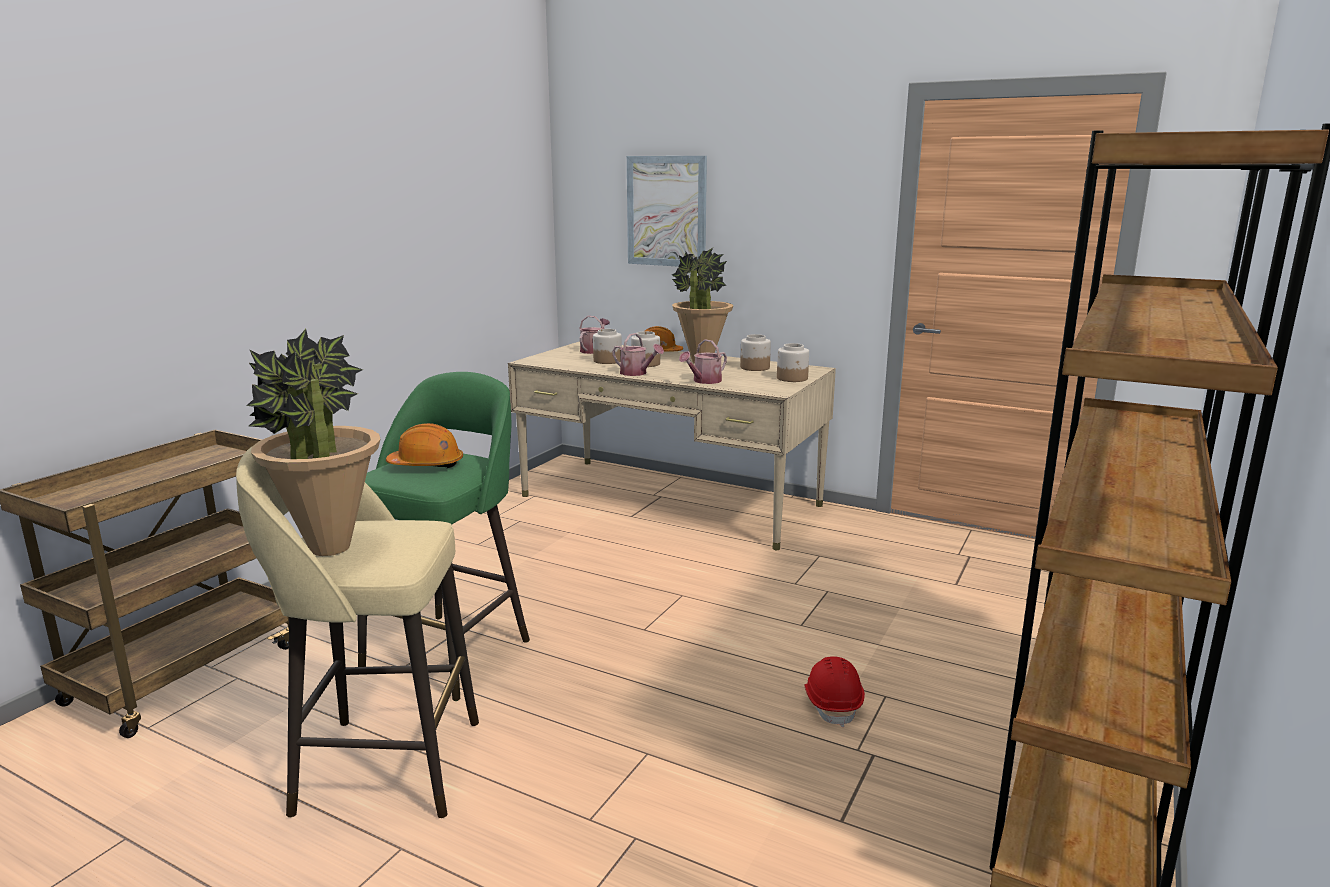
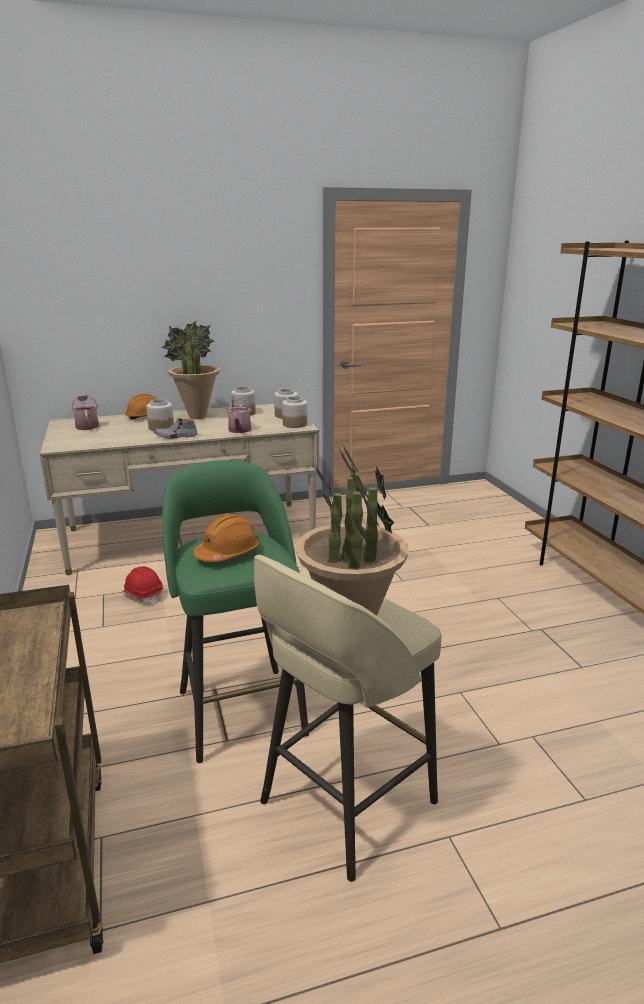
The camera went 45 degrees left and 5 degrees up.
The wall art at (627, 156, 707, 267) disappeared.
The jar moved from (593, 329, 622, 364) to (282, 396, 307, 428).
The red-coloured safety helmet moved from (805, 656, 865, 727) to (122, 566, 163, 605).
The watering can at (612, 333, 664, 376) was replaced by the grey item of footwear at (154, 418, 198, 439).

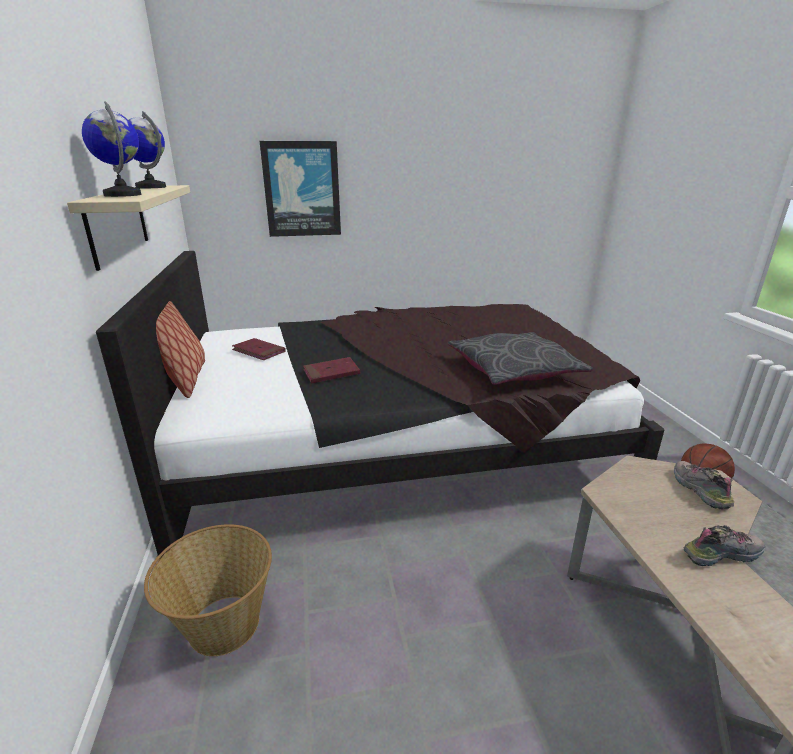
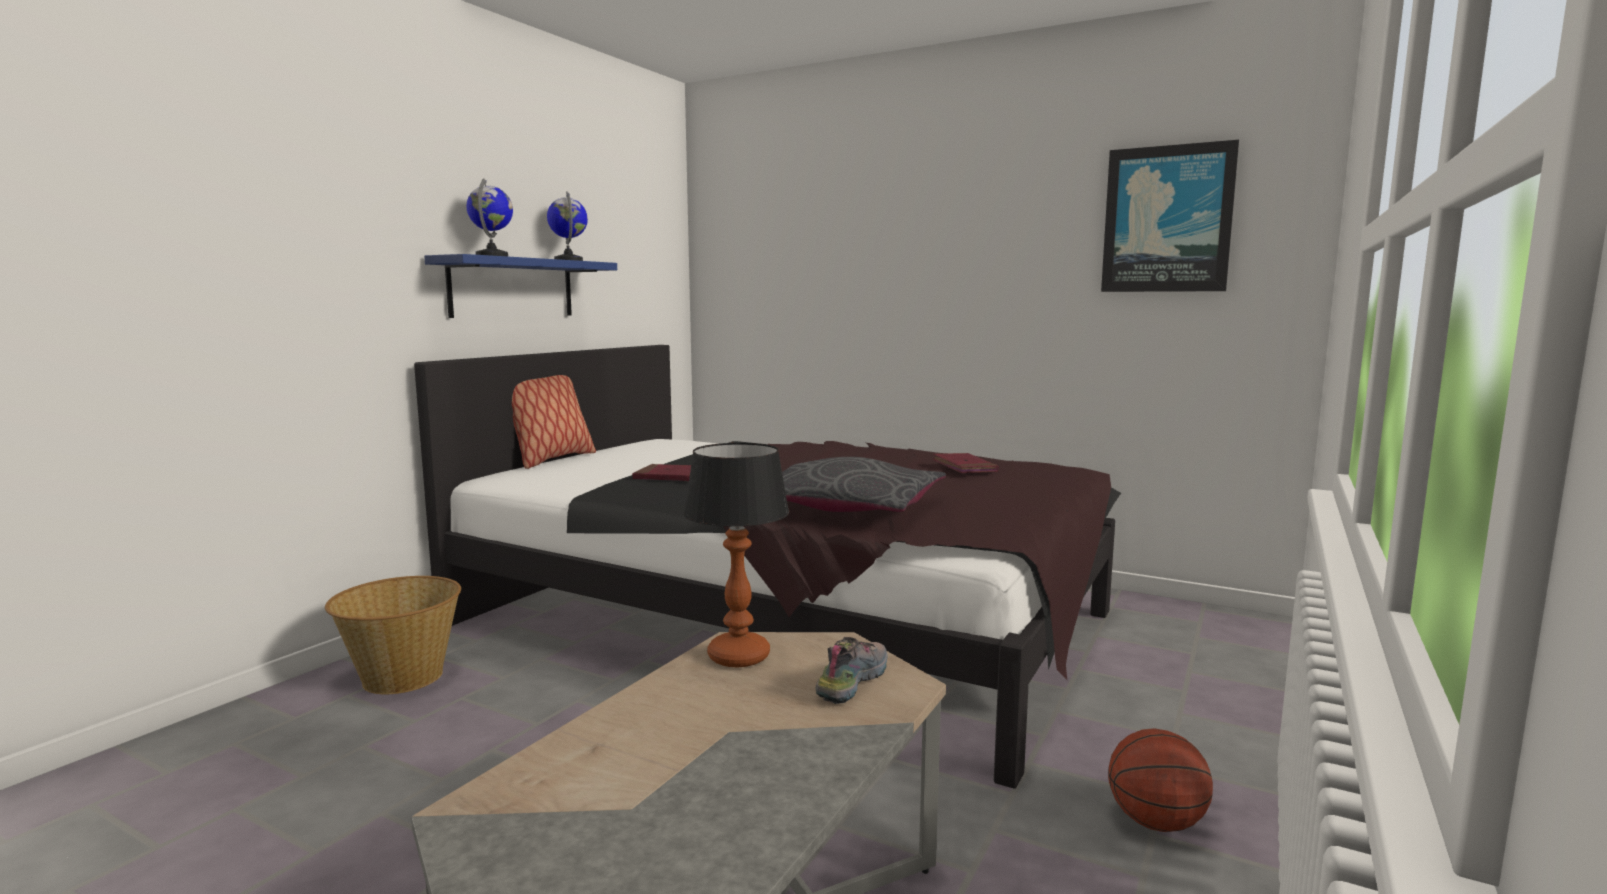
The camera went 40 degrees right and 15 degrees down.
The item of footwear at (684, 525, 765, 566) disappeared.
The table lamp at (684, 443, 789, 668) appeared.
The red-coloured volume moved from (232, 338, 286, 360) to (933, 453, 999, 473).
The wall art moved from (260, 141, 341, 237) to (1101, 140, 1239, 292).
The beige-coloured bracket shelf at (67, 185, 190, 271) became the bluish bracket shelf at (424, 254, 617, 318).

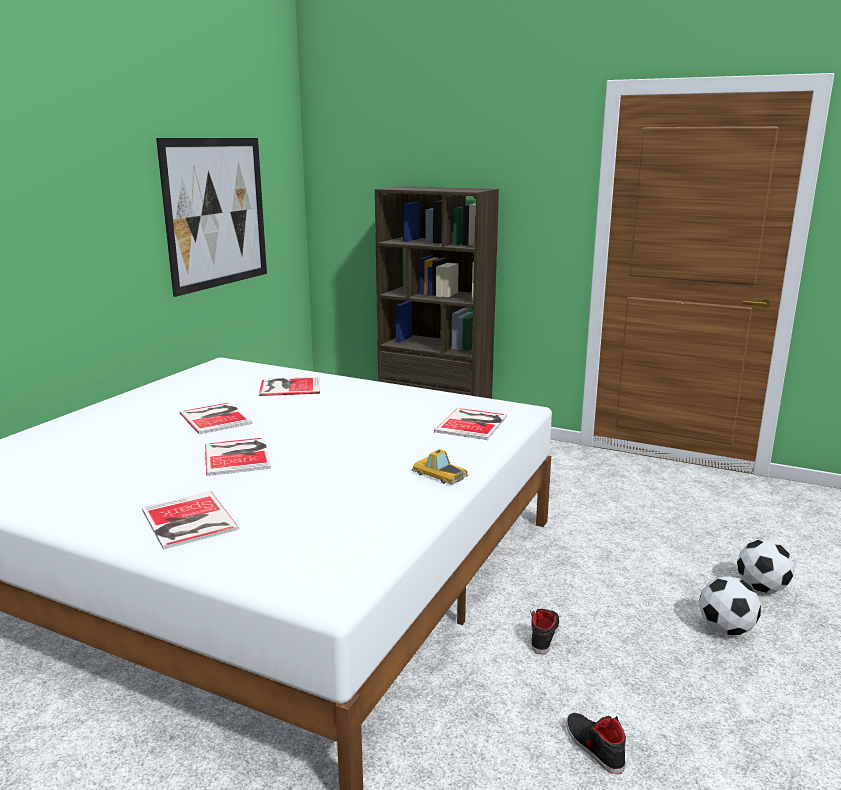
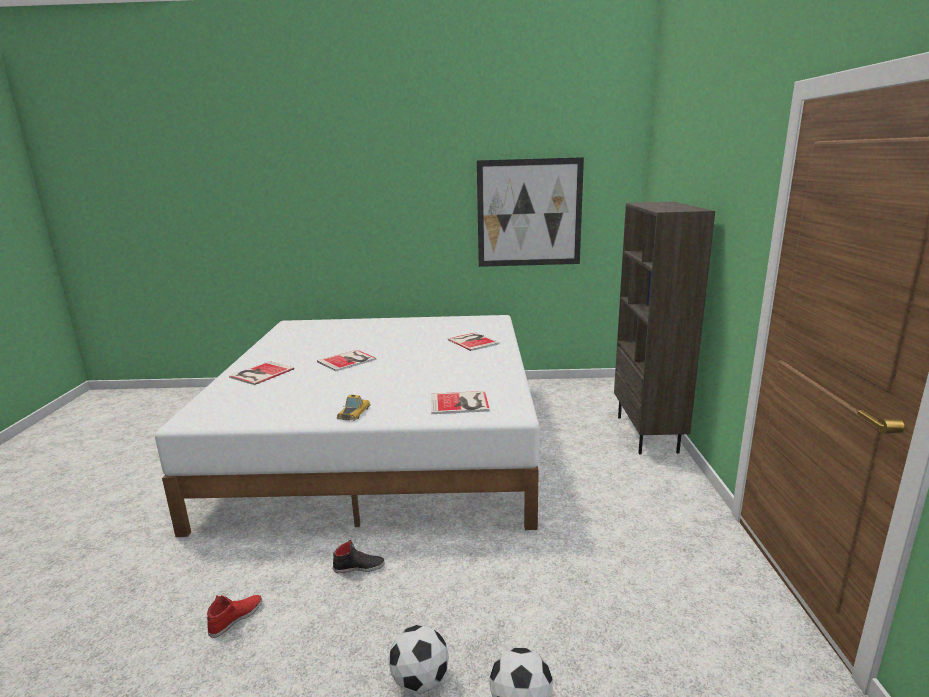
The camera went 65 degrees right and 0 degrees up.
The volume at (179, 402, 253, 434) disappeared.
The black-coloured item of footwear at (566, 713, 626, 774) became the red-coloured item of footwear at (207, 595, 262, 638).

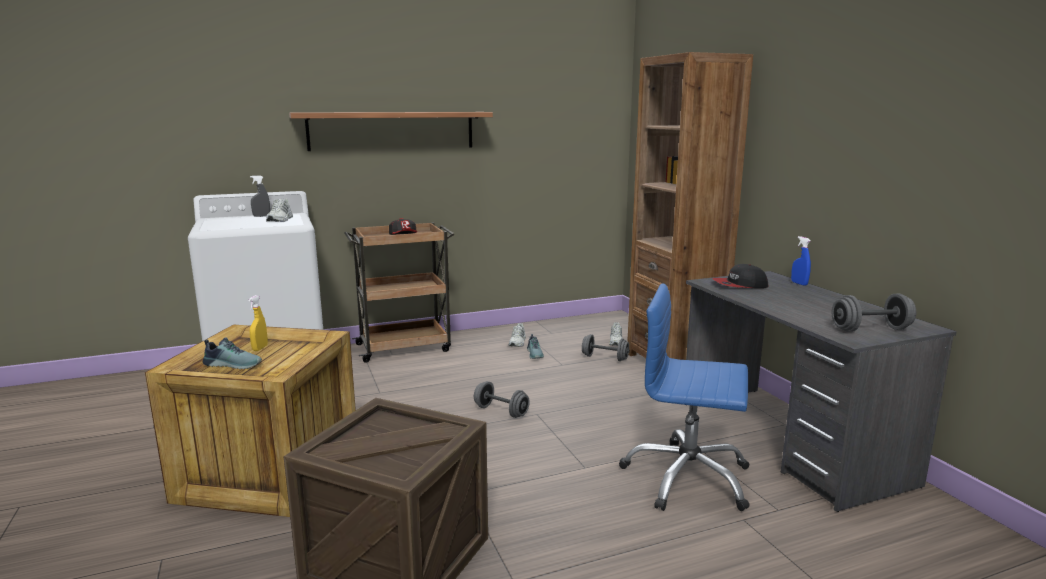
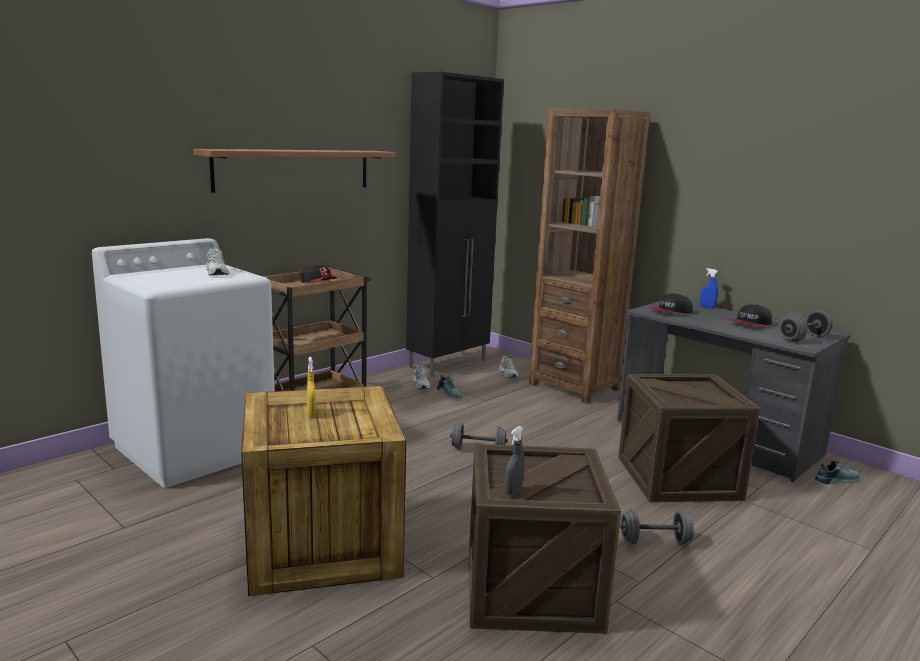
The camera went 25 degrees left and 0 degrees up.
The black-coloured storage cabinet at (406, 72, 504, 376) appeared.
The cap at (730, 304, 772, 326) appeared.
The item of footwear moved from (203, 337, 262, 369) to (815, 460, 860, 484).
The grey hand sprayer moved from (250, 175, 270, 217) to (505, 426, 524, 494).
The grey dumbbell moved from (582, 334, 630, 361) to (620, 509, 694, 545).
The bluish office chair at (619, 283, 750, 511) was replaced by the packing crate at (618, 374, 761, 502).

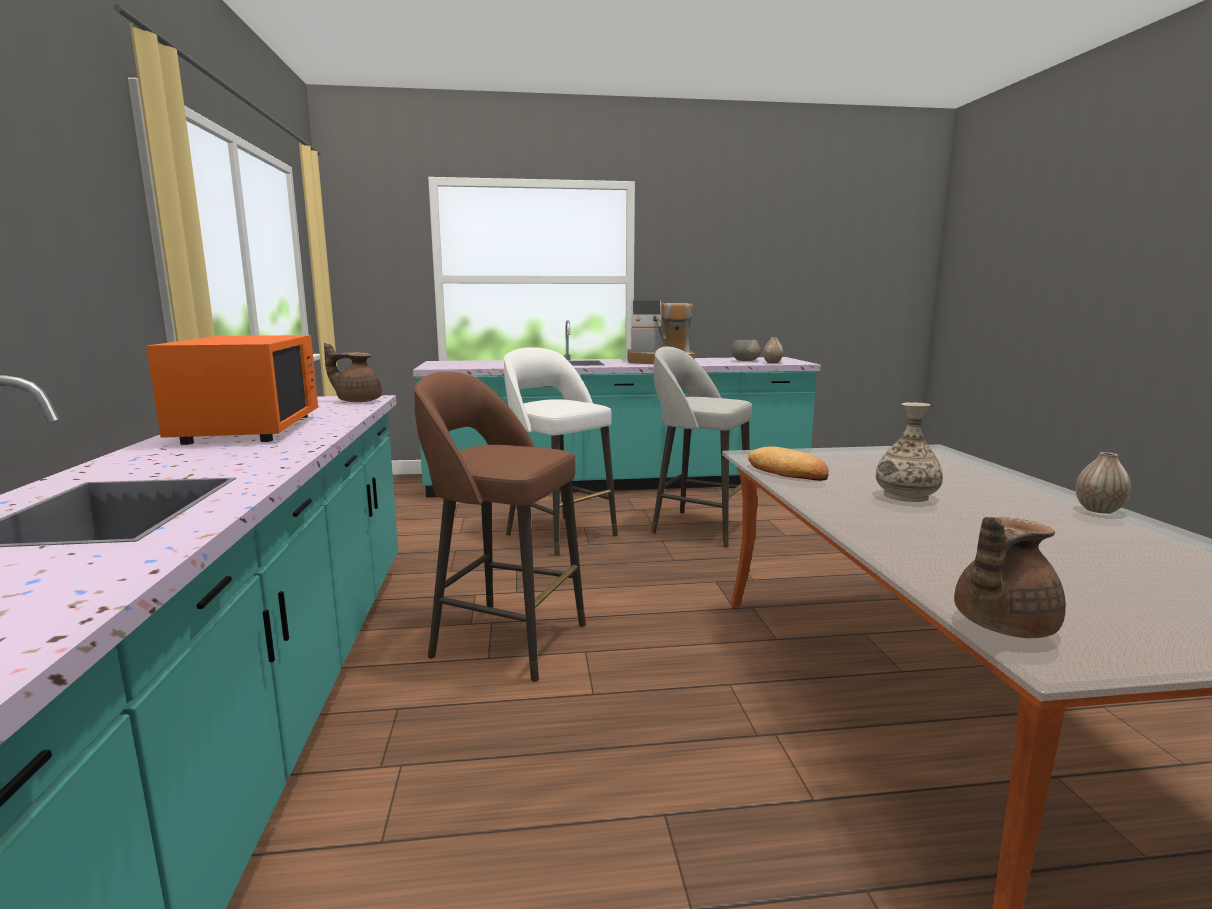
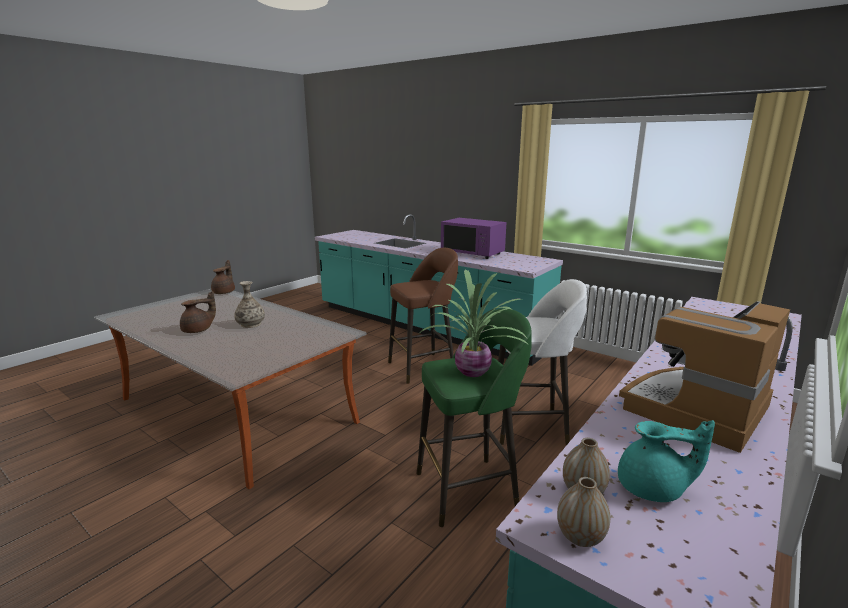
The camera went 135 degrees right and 5 degrees up.
The bread at (748, 447, 829, 481) disappeared.
The houseplant at (420, 269, 529, 377) appeared.
The brown-coloured tea pot moved from (324, 343, 382, 402) to (180, 291, 216, 333).
The vase moved from (1076, 452, 1131, 514) to (557, 477, 610, 547).
The grey bowl at (732, 339, 761, 361) was replaced by the blue-green tea pot at (618, 420, 715, 502).
The orangey kitchen microwave at (146, 335, 318, 445) became the purple-coloured kitchen microwave at (441, 218, 506, 259).
The grey sitting stool at (651, 347, 752, 547) became the green sitting stool at (417, 308, 532, 527).

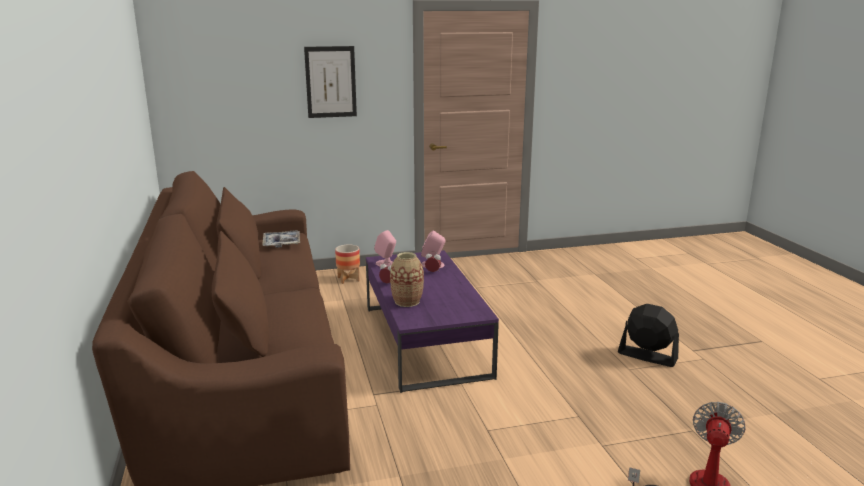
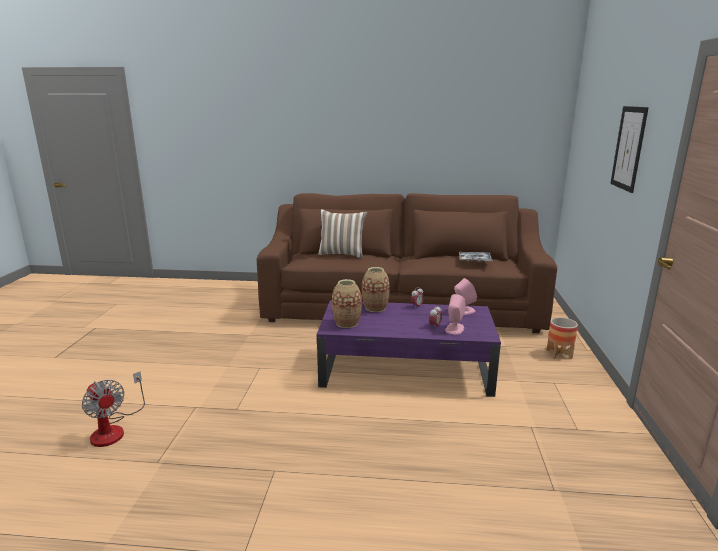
The camera went 110 degrees right and 0 degrees up.
The black-coloured fan at (618, 304, 679, 367) disappeared.
The throw pillow at (318, 209, 368, 258) appeared.
The vase at (332, 279, 362, 328) appeared.

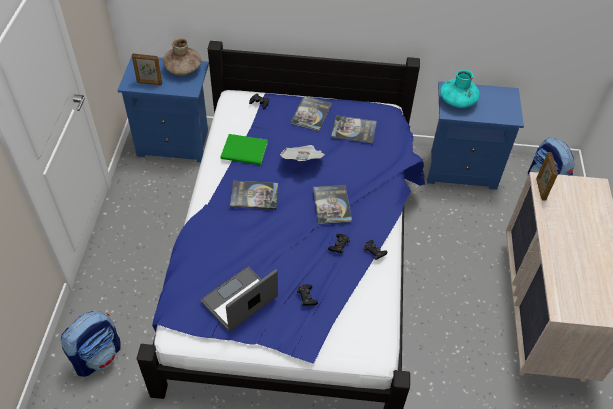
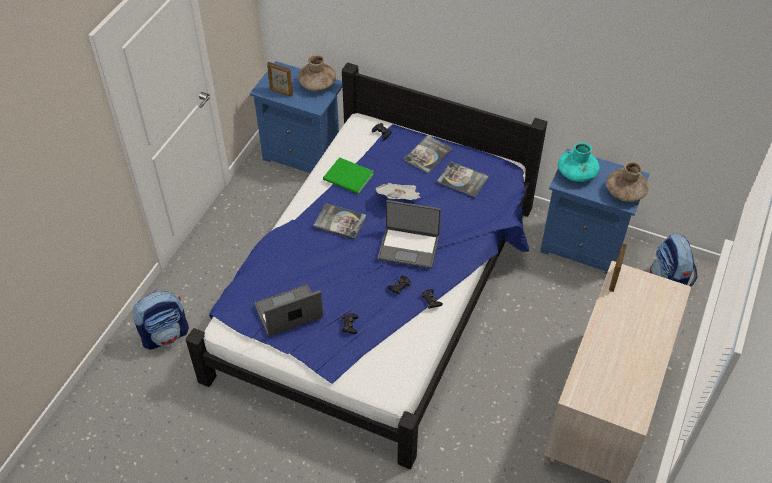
The camera went 20 degrees right and 0 degrees up.
The brown-coloured vase at (606, 162, 649, 202) appeared.
The volume at (313, 185, 352, 224) was replaced by the notebook computer at (378, 200, 441, 268).

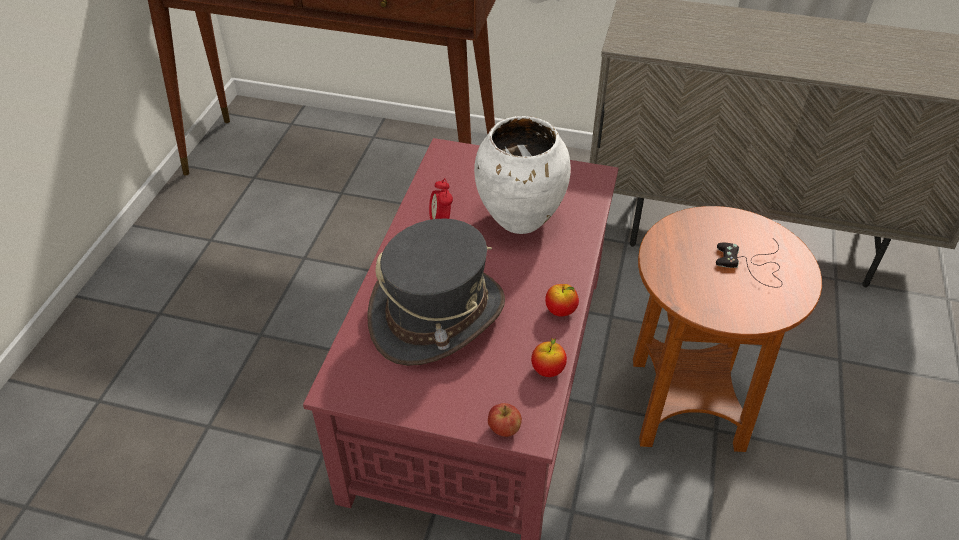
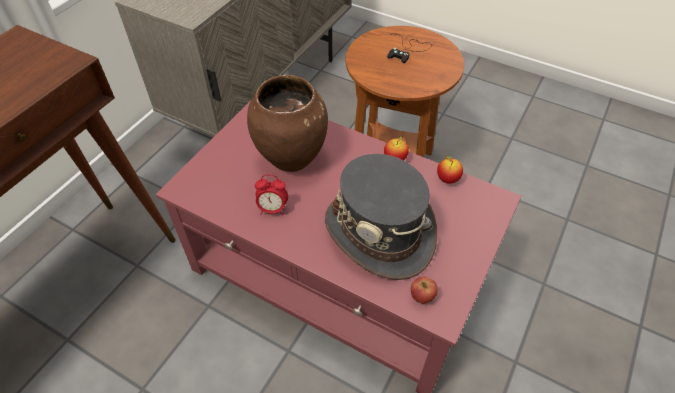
The camera went 75 degrees left and 5 degrees up.
The whole apple moved from (488, 403, 522, 437) to (411, 276, 438, 304).
The white-coloured vase at (474, 116, 571, 234) became the brown-coloured vase at (247, 75, 328, 172).

